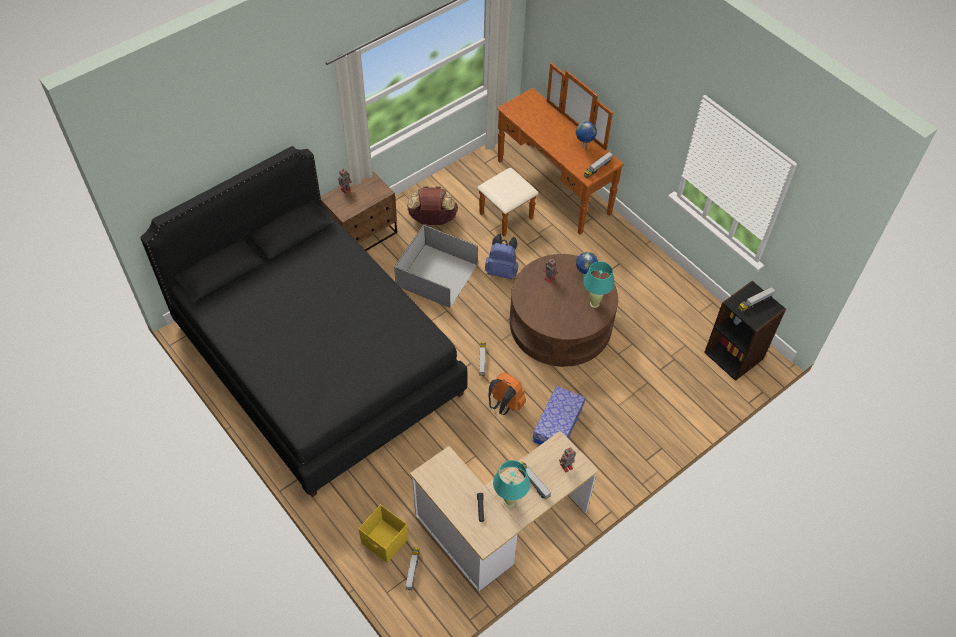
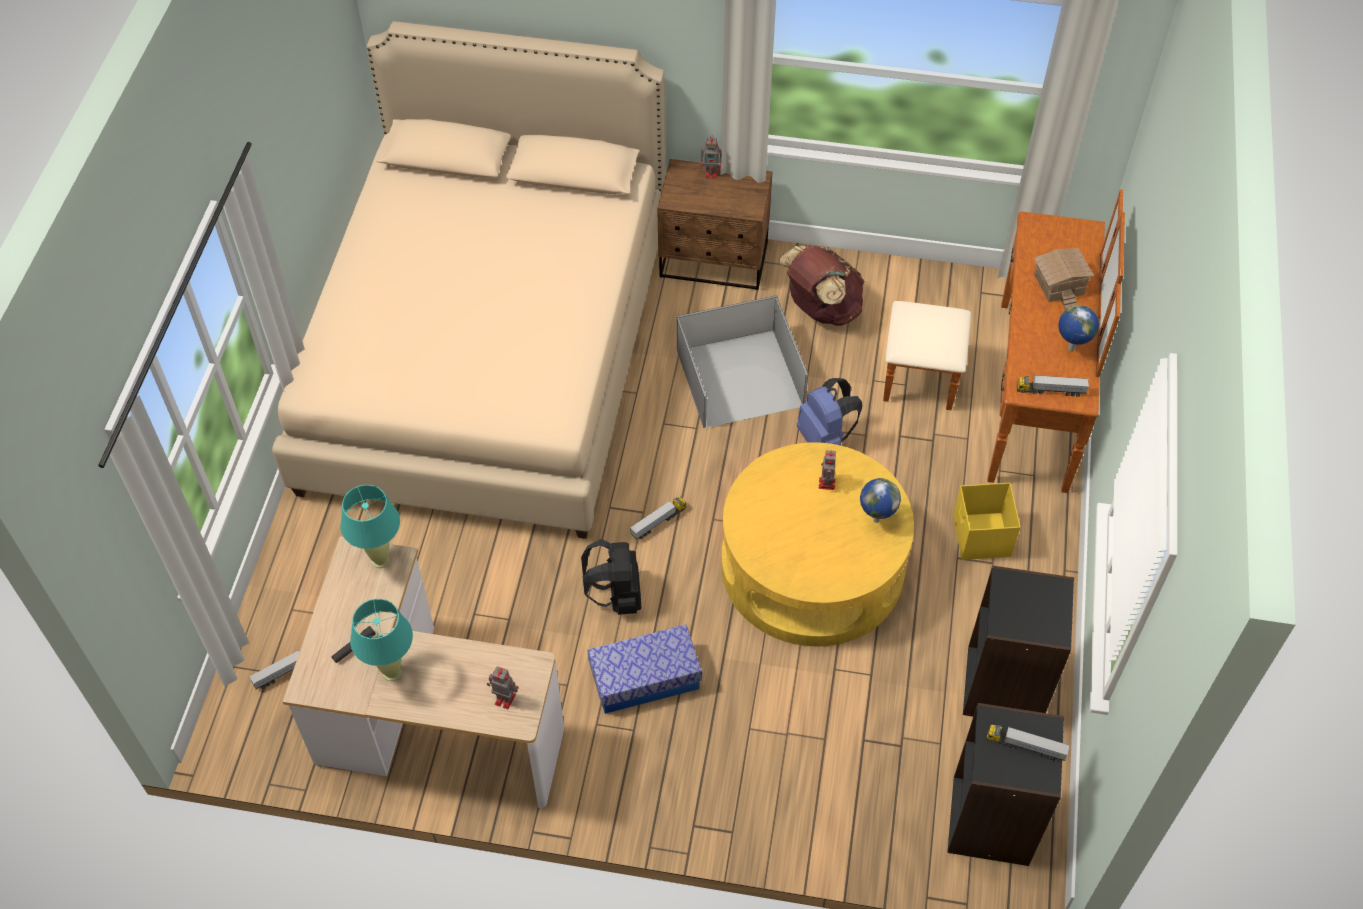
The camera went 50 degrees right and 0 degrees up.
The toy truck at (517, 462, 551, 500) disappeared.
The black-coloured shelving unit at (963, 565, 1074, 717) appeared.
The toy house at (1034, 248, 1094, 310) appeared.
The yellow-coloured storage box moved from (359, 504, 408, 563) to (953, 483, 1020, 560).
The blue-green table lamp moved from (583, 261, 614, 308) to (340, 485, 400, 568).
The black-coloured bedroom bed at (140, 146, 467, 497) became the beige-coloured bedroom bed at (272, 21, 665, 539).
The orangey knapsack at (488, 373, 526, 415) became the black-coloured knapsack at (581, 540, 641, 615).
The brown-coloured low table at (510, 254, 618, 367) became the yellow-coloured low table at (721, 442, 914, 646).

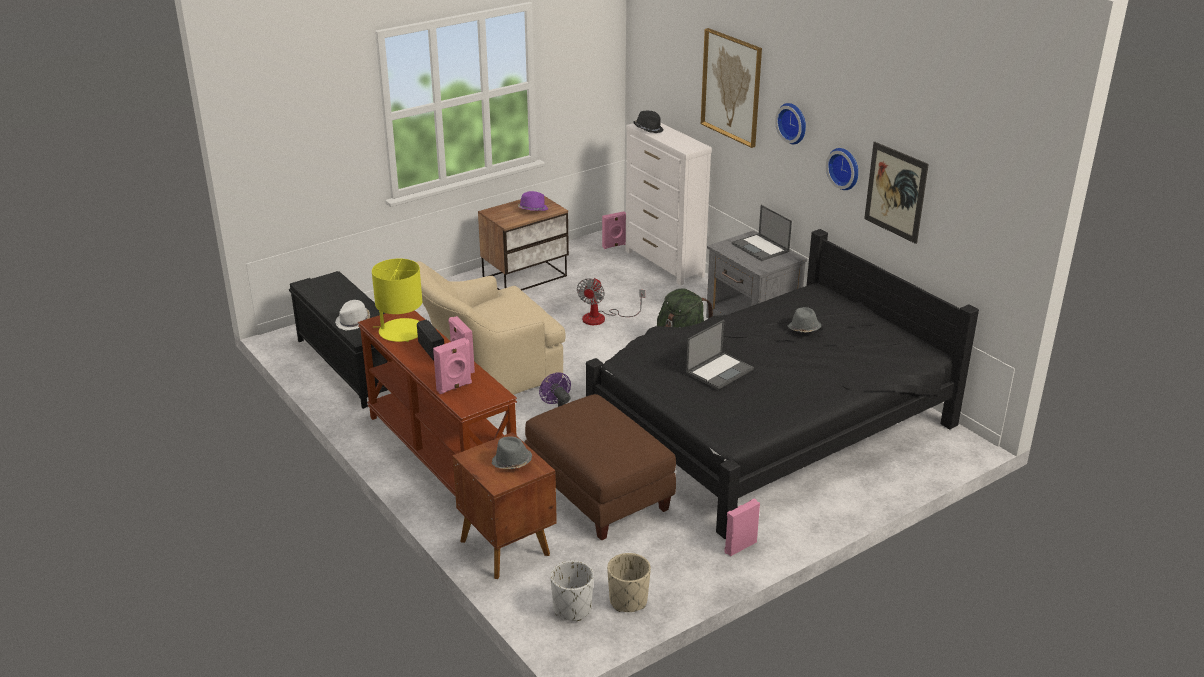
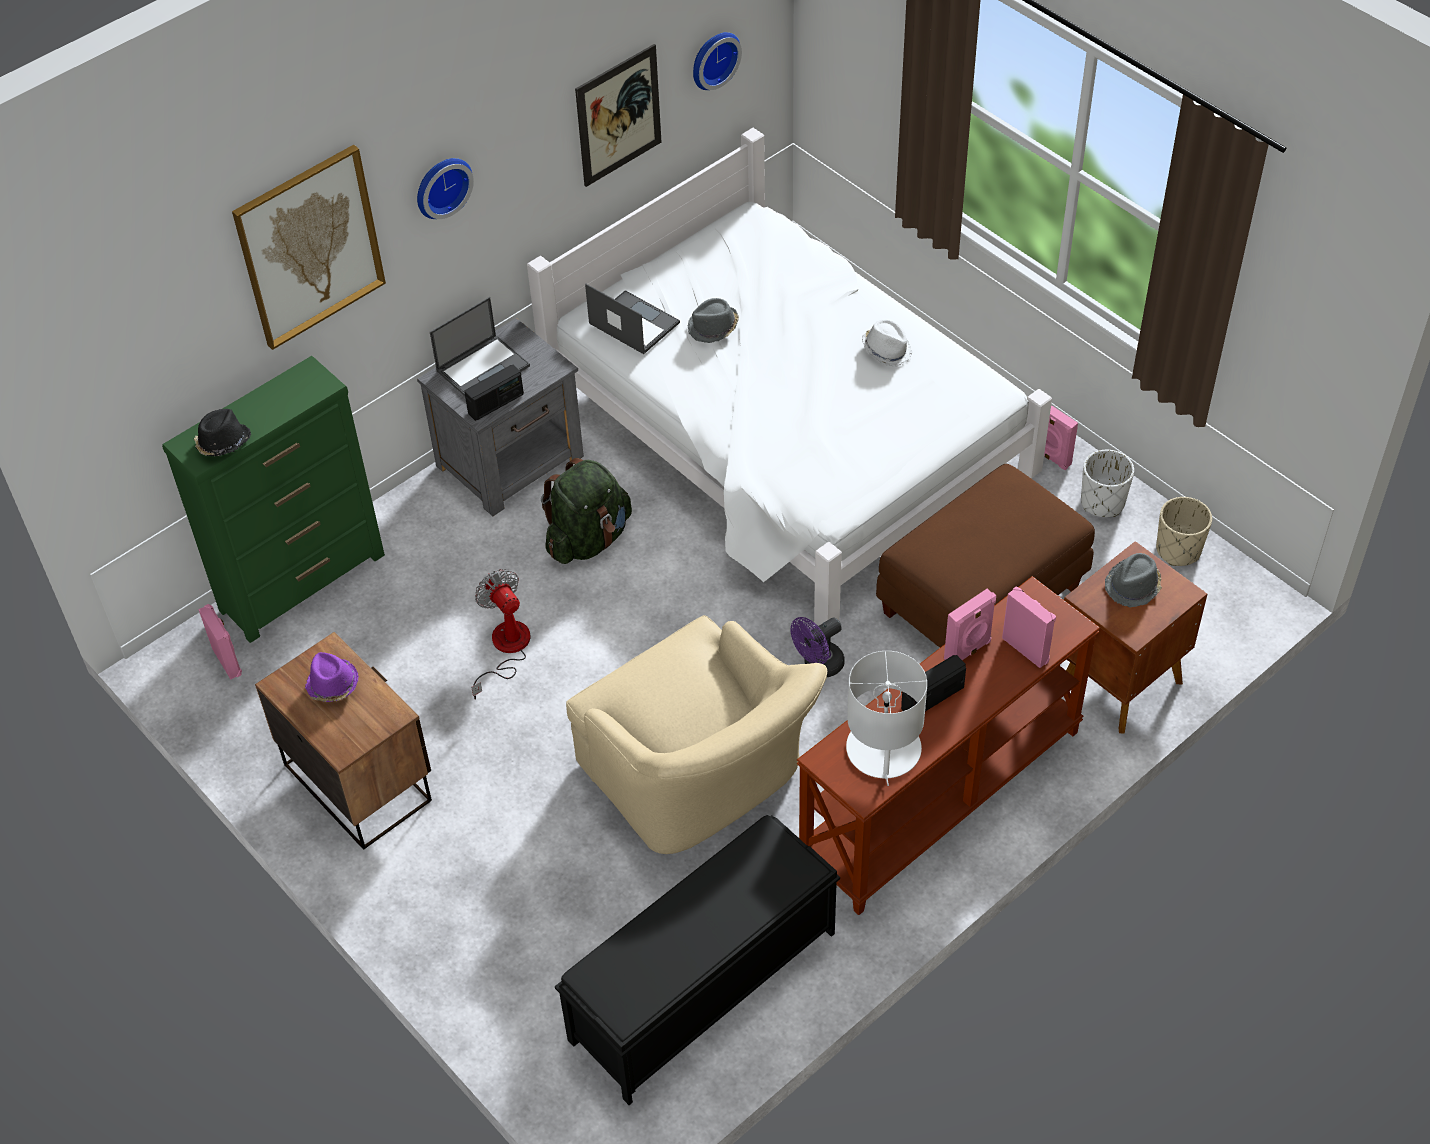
The camera went 95 degrees left and 20 degrees up.
The radio at (464, 365, 524, 421) appeared.
The white-coloured wearable hat moved from (335, 300, 370, 331) to (862, 319, 912, 367).
The white-coloured plant pot moved from (550, 560, 594, 621) to (1081, 450, 1134, 517).
The notebook computer moved from (686, 320, 754, 390) to (585, 284, 680, 354).
The wall clock moved from (826, 148, 858, 190) to (693, 32, 742, 90).
The yellow-coloured table lamp at (372, 259, 422, 342) became the white-coloured table lamp at (846, 651, 927, 786).
The black-coloured bedroom bed at (586, 229, 979, 539) became the white-coloured bedroom bed at (527, 128, 1052, 626).
The white-coloured drawer chest at (626, 123, 712, 285) became the green drawer chest at (162, 356, 385, 643).
The fan at (577, 278, 645, 325) turned 135 degrees counterclockwise.

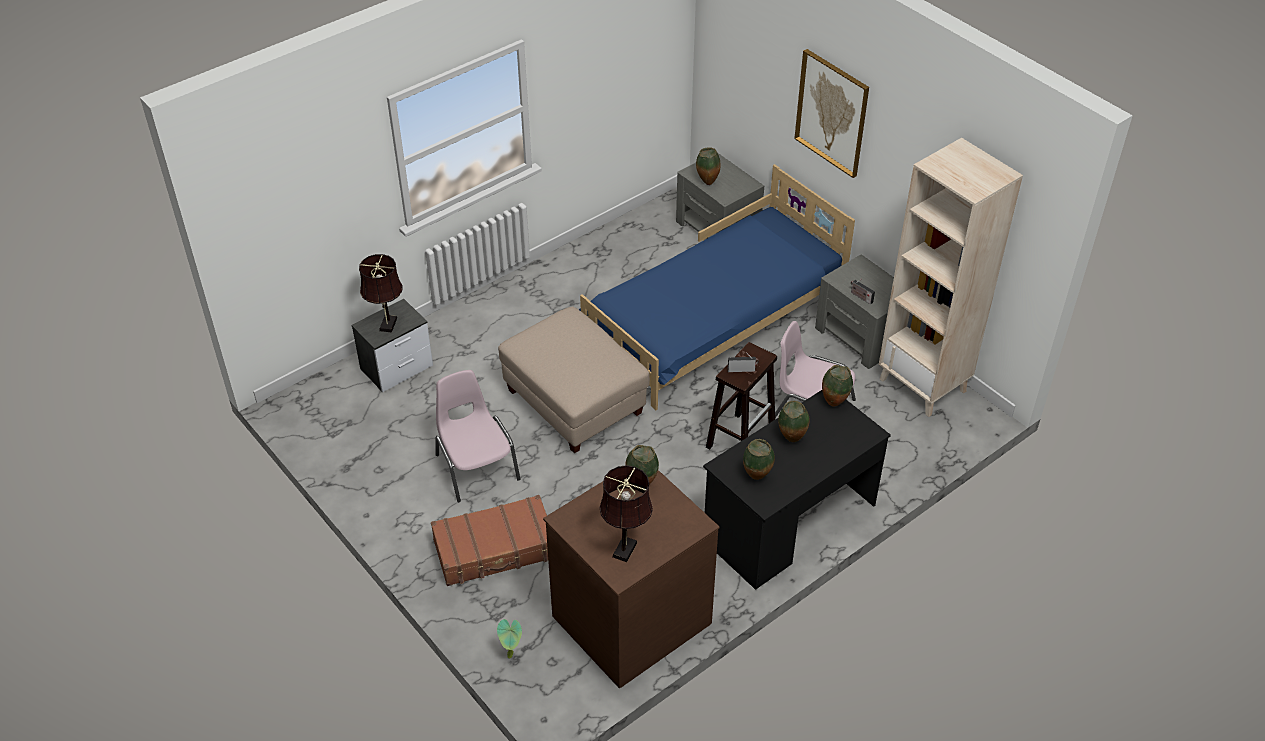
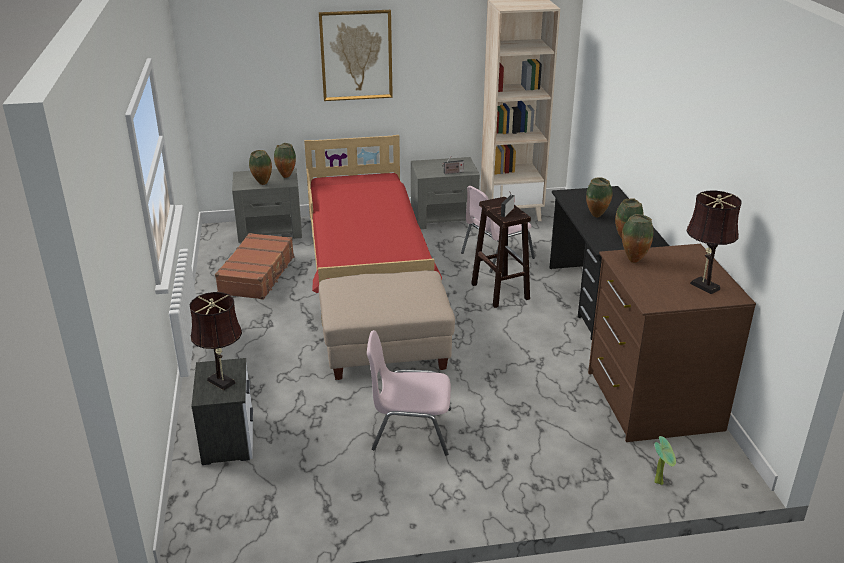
The camera went 60 degrees left and 15 degrees down.
The brown-coloured travel case moved from (431, 495, 548, 586) to (215, 233, 295, 300).
The vase moved from (822, 365, 853, 406) to (274, 143, 296, 178).
The bluish bedroom bed at (579, 164, 855, 410) became the red-coloured bedroom bed at (304, 135, 442, 326).

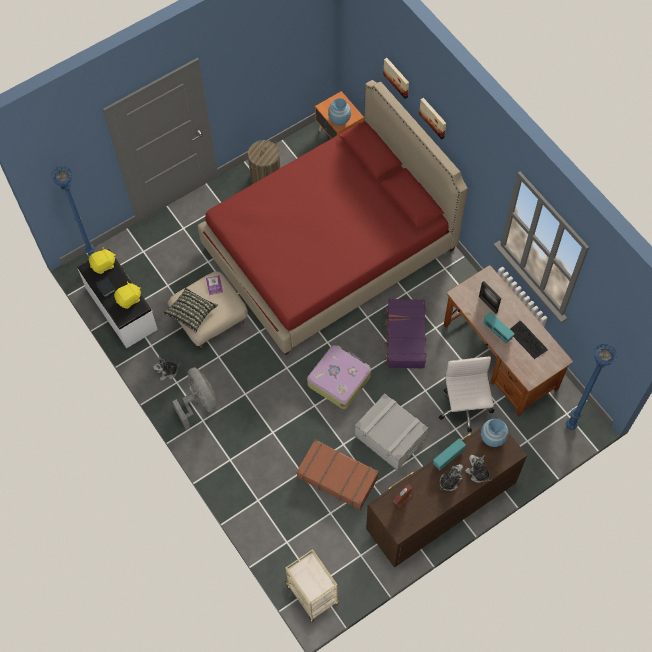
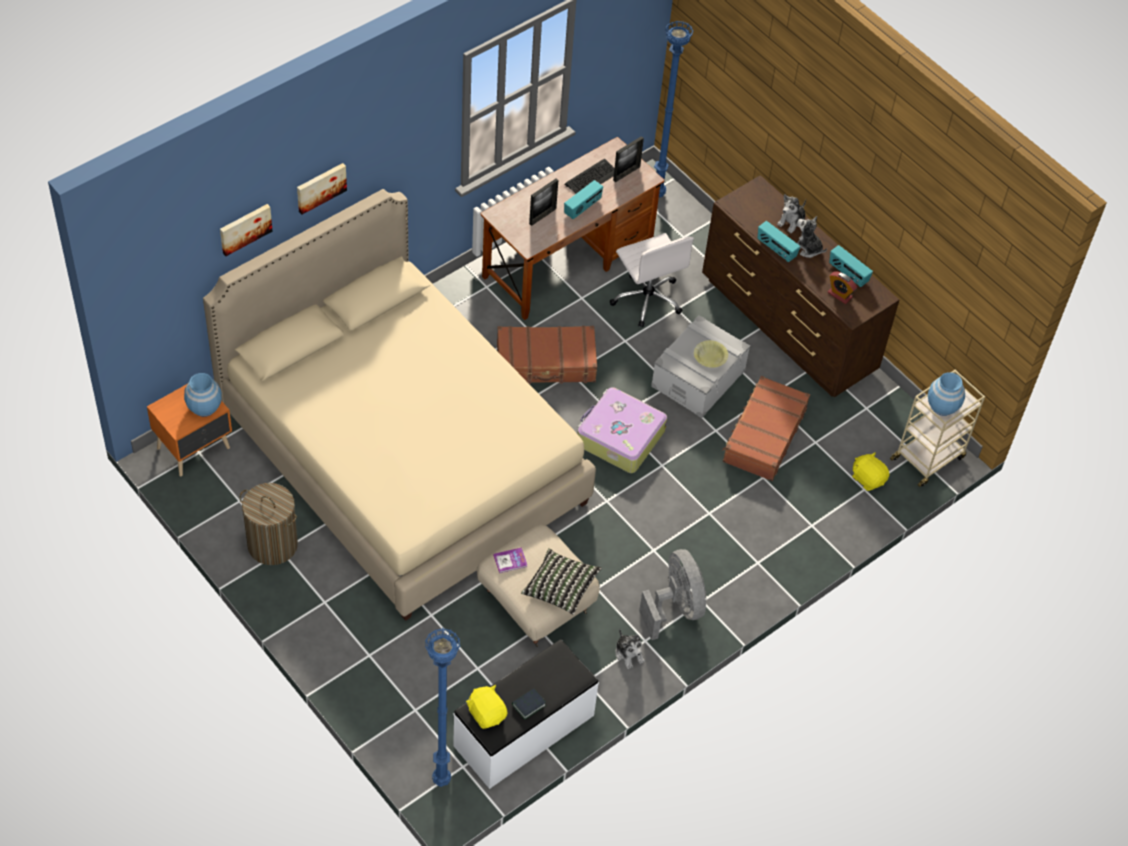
The camera went 100 degrees left and 10 degrees down.
The standing frame at (613, 136, 644, 182) appeared.
The yellow-coloured bowl at (694, 340, 728, 368) appeared.
The radio at (829, 245, 873, 287) appeared.
The yellow-coloured plush toy moved from (114, 281, 141, 309) to (852, 452, 890, 491).
The bluish vase moved from (481, 419, 509, 447) to (928, 372, 965, 416).
The red-coloured bedroom bed at (198, 80, 468, 355) became the beige-coloured bedroom bed at (203, 189, 596, 621).
The purple-coloured travel case at (384, 299, 426, 369) became the brown-coloured travel case at (497, 326, 597, 384).
The grey fan at (172, 367, 216, 430) turned 105 degrees clockwise.
The white-coloured office chair at (439, 356, 494, 432) turned 105 degrees counterclockwise.

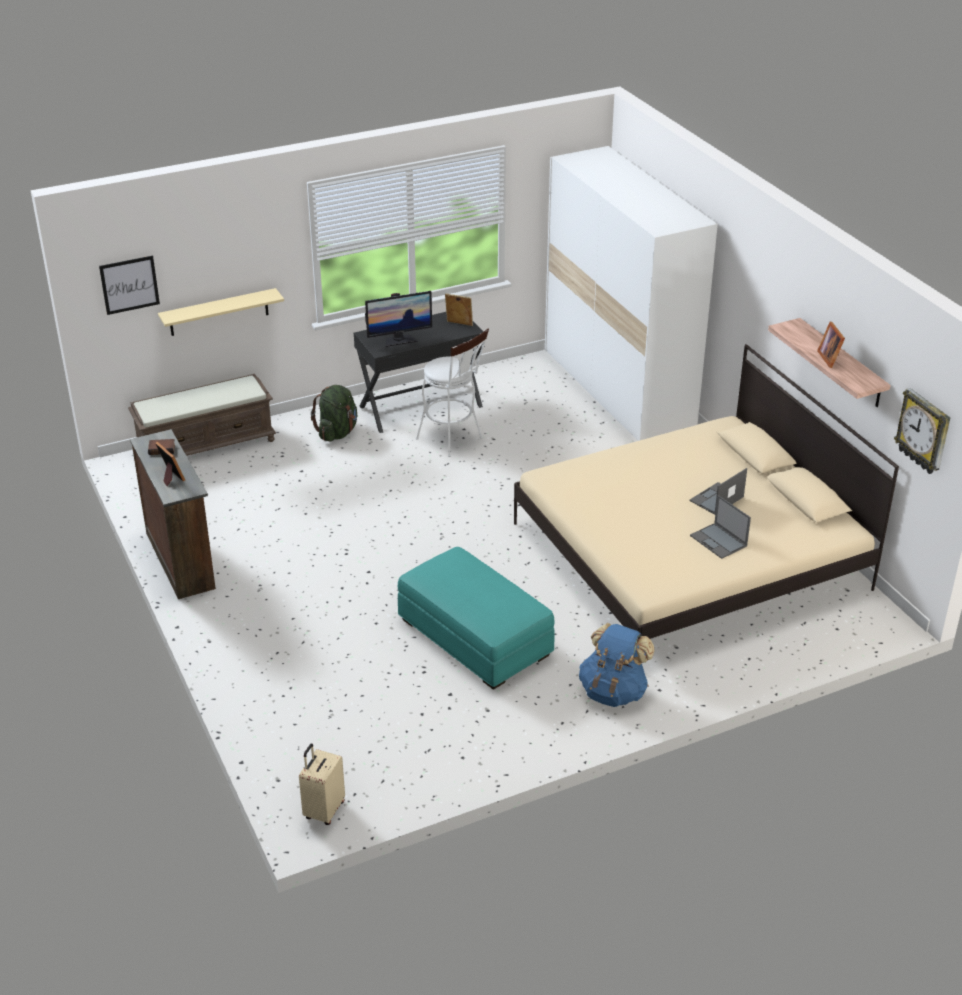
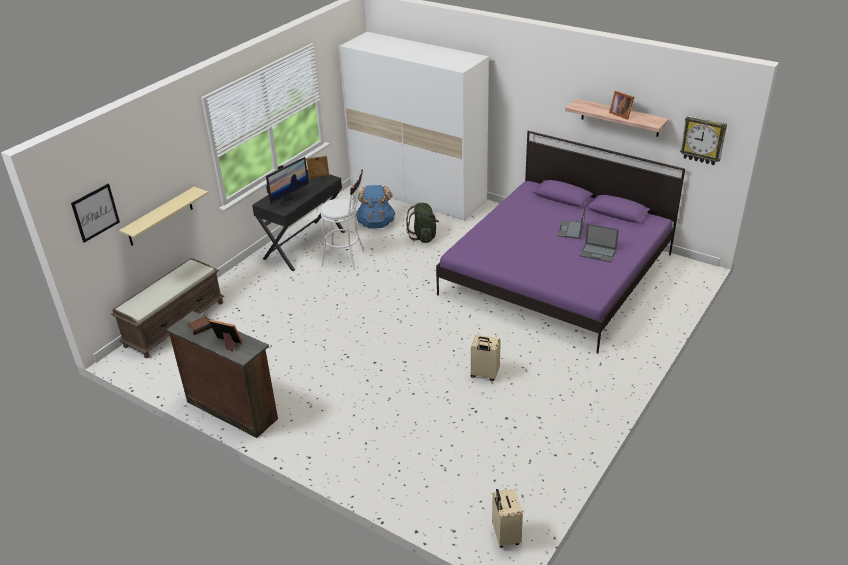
The camera went 30 degrees left and 0 degrees up.
The green knapsack moved from (311, 385, 357, 441) to (406, 203, 439, 243).
The bluish knapsack moved from (579, 623, 655, 707) to (356, 185, 395, 229).
The blue-green pouffe at (398, 547, 555, 689) was replaced by the beige-coloured travel case at (471, 335, 501, 381).
The beige-coloured bedroom bed at (514, 344, 899, 639) became the purple-coloured bedroom bed at (436, 131, 685, 353).

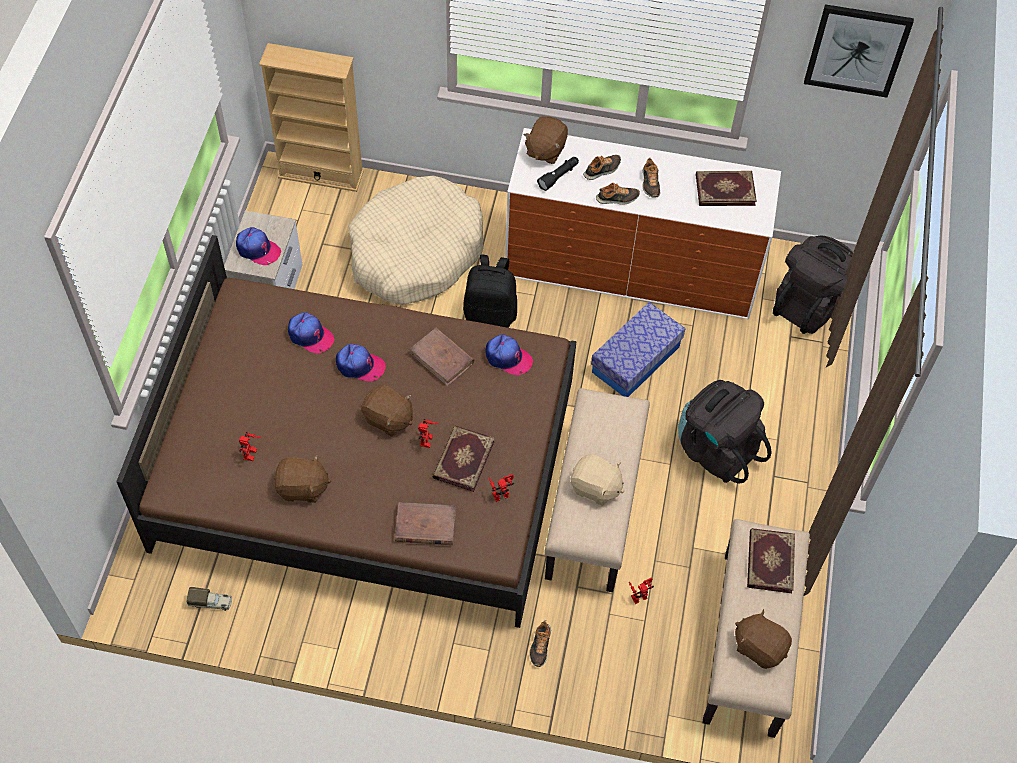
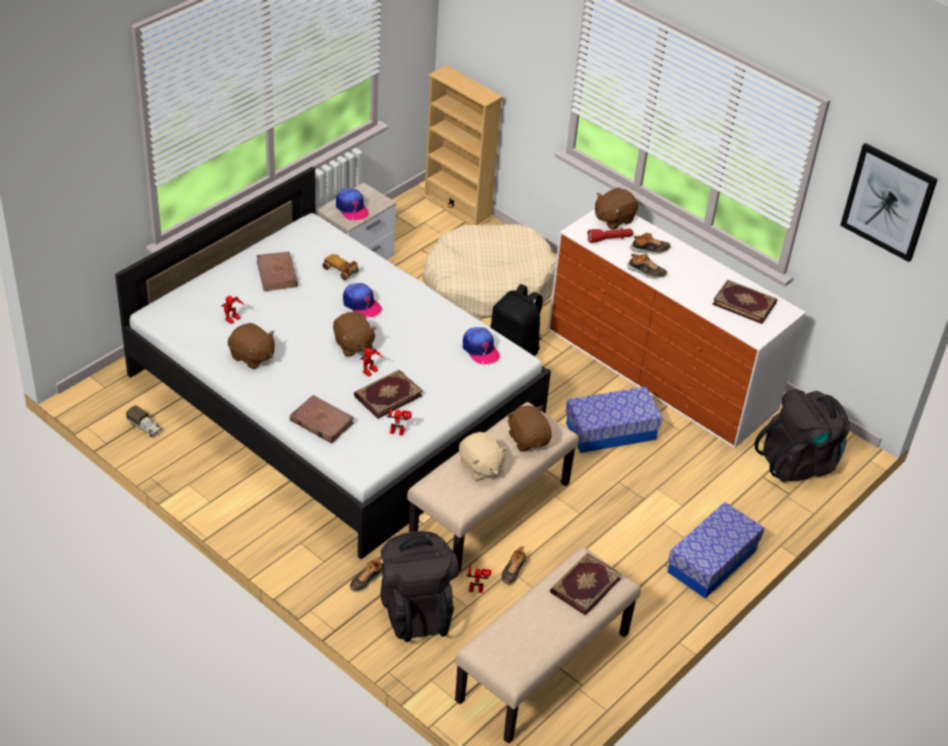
The camera went 30 degrees right and 15 degrees down.
The storage box at (668, 502, 764, 598) appeared.
The brown-coloured volume moved from (410, 328, 474, 387) to (256, 252, 298, 291).
The item of footwear moved from (643, 158, 660, 197) to (501, 547, 527, 585).
The black-coloured knapsack moved from (678, 380, 772, 484) to (380, 531, 459, 642).
The brown-coloured plush toy moved from (735, 609, 792, 669) to (507, 405, 552, 451).
The cap at (288, 312, 334, 353) was replaced by the miniature car at (322, 254, 359, 280).
The brown-coloured bedroom bed at (116, 235, 577, 628) became the white-coloured bedroom bed at (115, 167, 551, 559).
The black-coloured hand torch at (537, 157, 579, 191) became the red-coloured hand torch at (587, 228, 633, 243).

